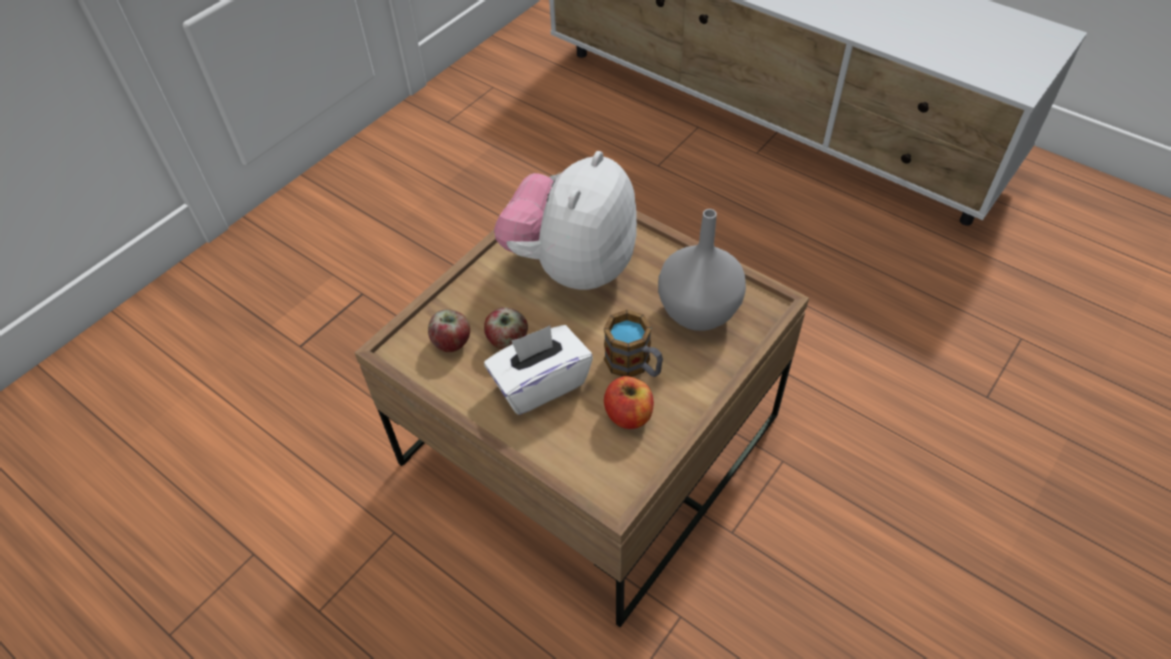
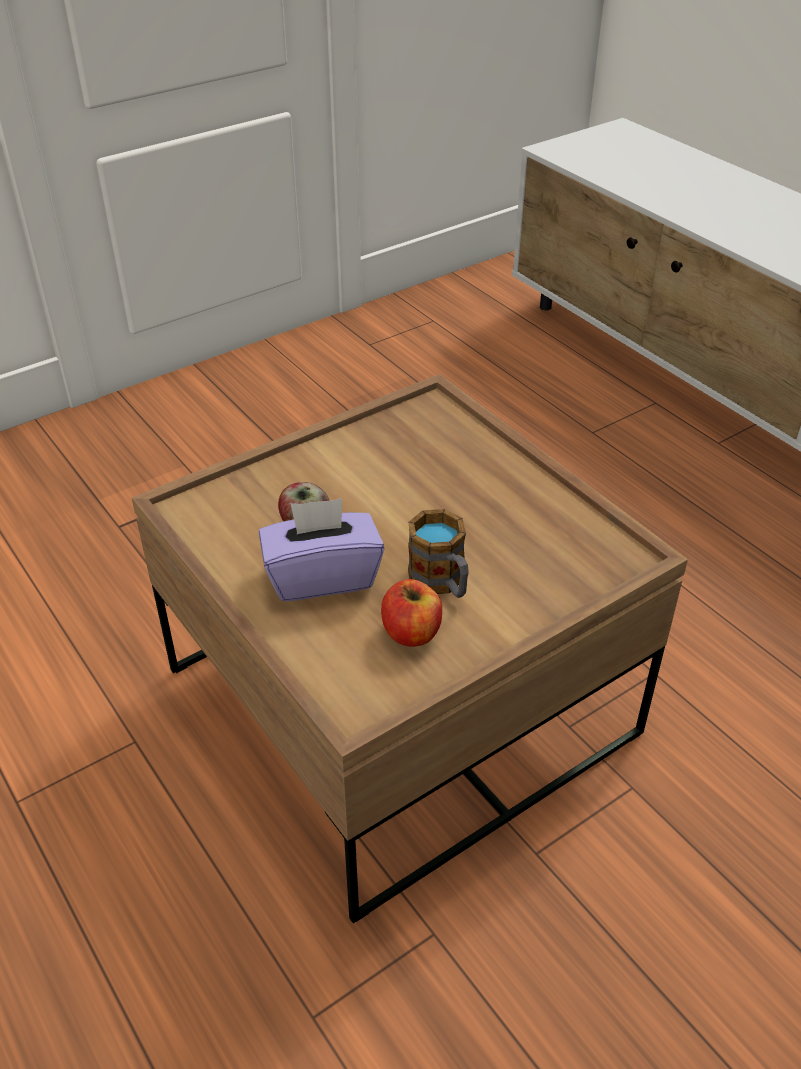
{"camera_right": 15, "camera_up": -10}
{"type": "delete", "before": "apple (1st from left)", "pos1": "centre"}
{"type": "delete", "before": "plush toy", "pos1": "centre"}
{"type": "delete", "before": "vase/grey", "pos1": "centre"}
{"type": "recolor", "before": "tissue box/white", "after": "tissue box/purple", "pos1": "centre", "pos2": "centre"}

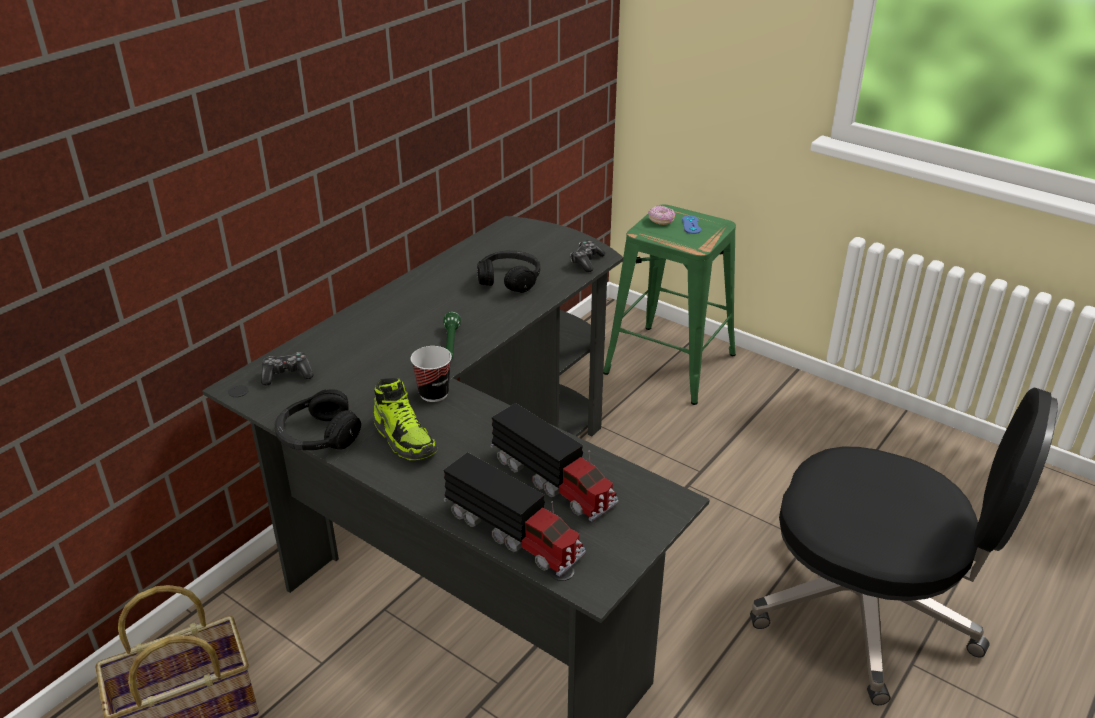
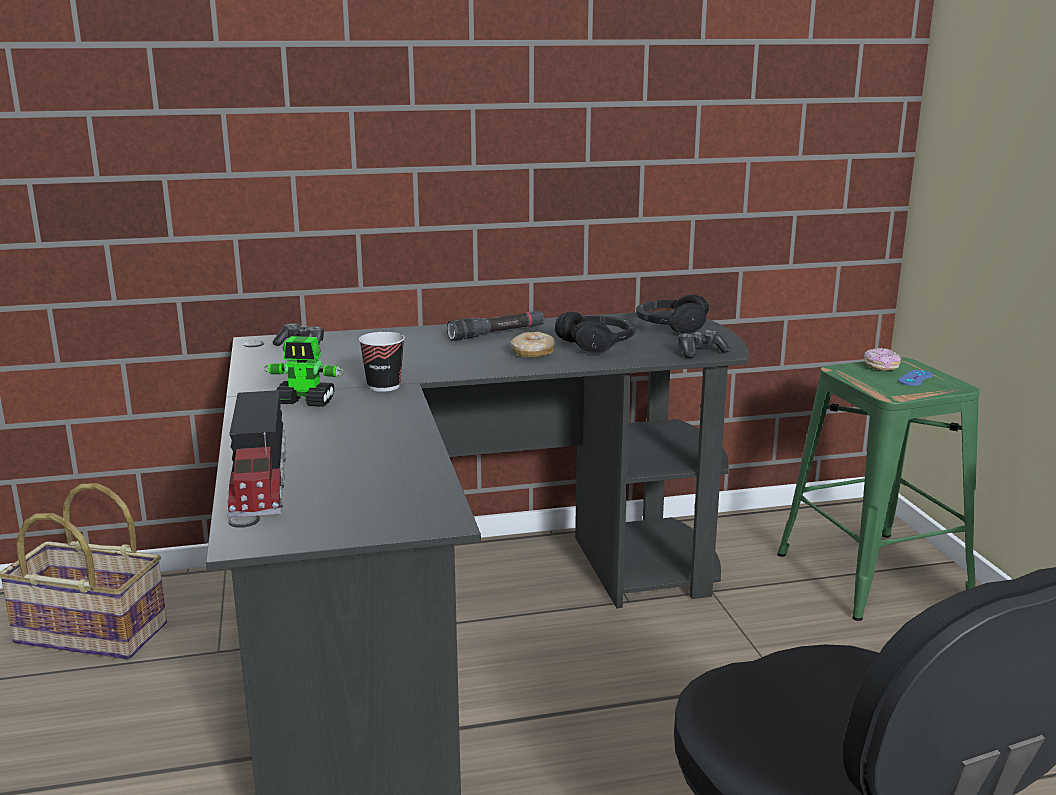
{"camera_right": 40, "camera_up": -15}
{"type": "delete", "before": "flashlight/green", "pos1": "centre"}
{"type": "delete", "before": "toy truck (2nd from left)", "pos1": "centre"}
{"type": "insert", "after": "flashlight/black", "pos2": "centre"}
{"type": "insert", "after": "donut (1st from left)", "pos2": "centre"}
{"type": "move", "before": "headphones/black (1st from left in the first image)", "after": "headphones/black (2nd from left)", "pos1": "middle left", "pos2": "centre"}
{"type": "replace", "before": "shoe", "after": "toy robot", "pos1": "centre", "pos2": "middle left"}

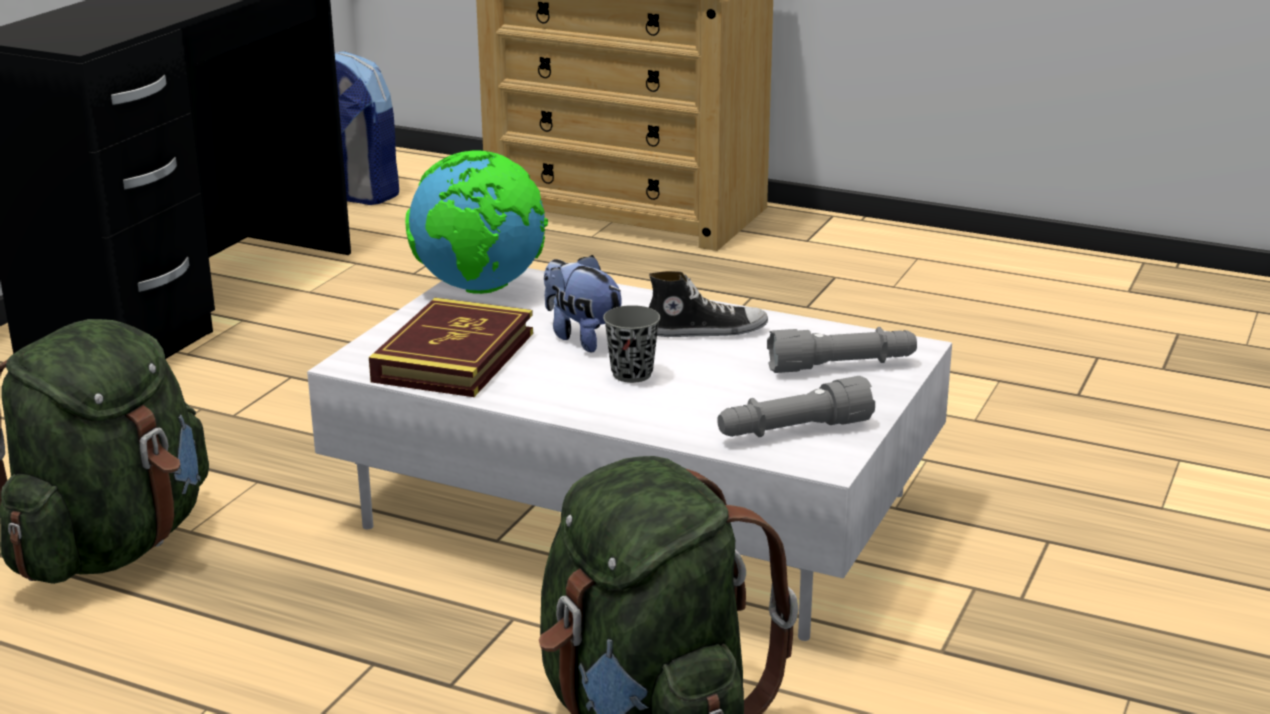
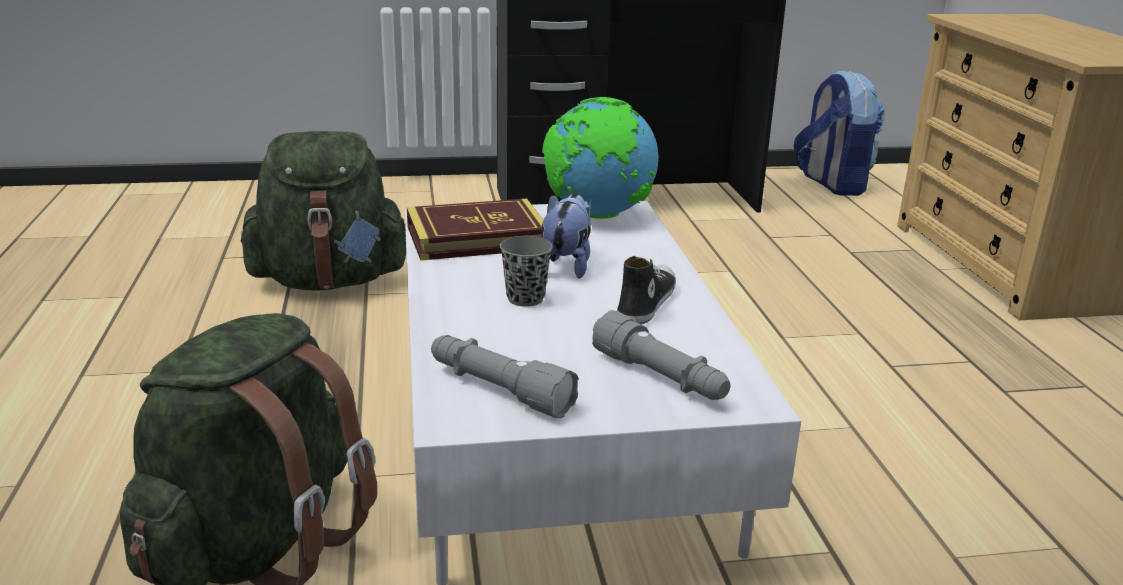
{"camera_right": 55, "camera_up": 0}
{"type": "rotate", "before": "shoe", "pos1": "centre", "pos2": "centre", "turn": -120}

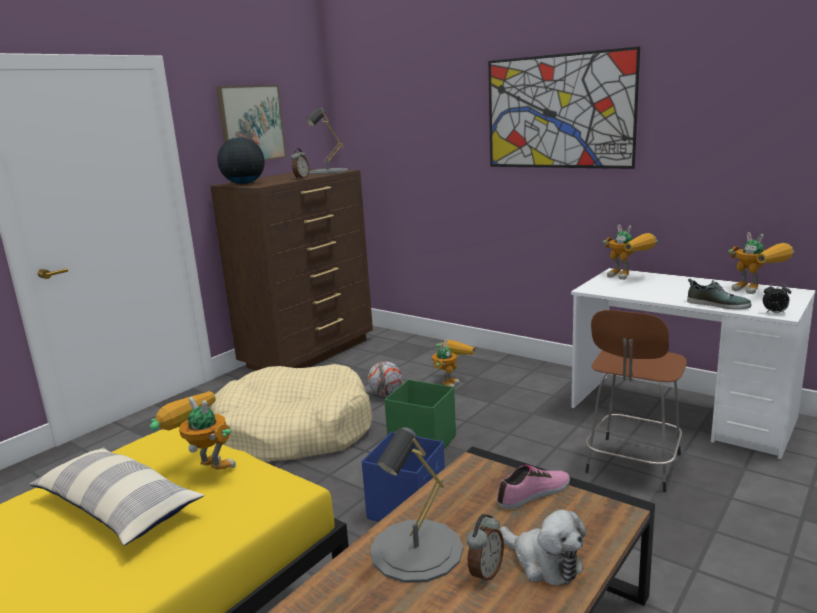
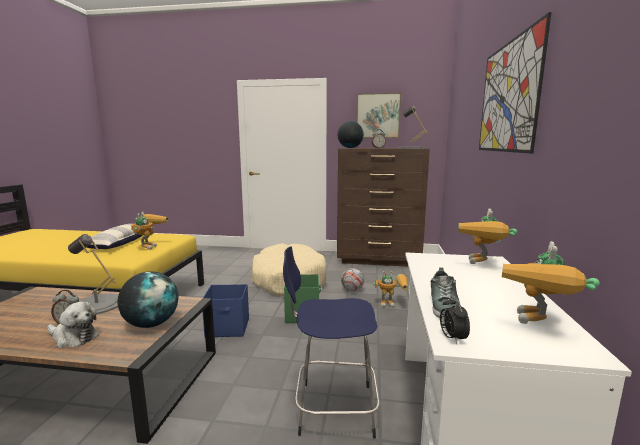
{"camera_right": 60, "camera_up": -5}
{"type": "replace", "before": "shoe (1st from left)", "after": "globe (1st from left)", "pos1": "bottom centre", "pos2": "bottom left"}
{"type": "recolor", "before": "stool/brown", "after": "stool/blue", "pos1": "middle right", "pos2": "bottom centre"}
{"type": "rotate", "before": "plush toy", "pos1": "bottom centre", "pos2": "bottom left", "turn": -90}

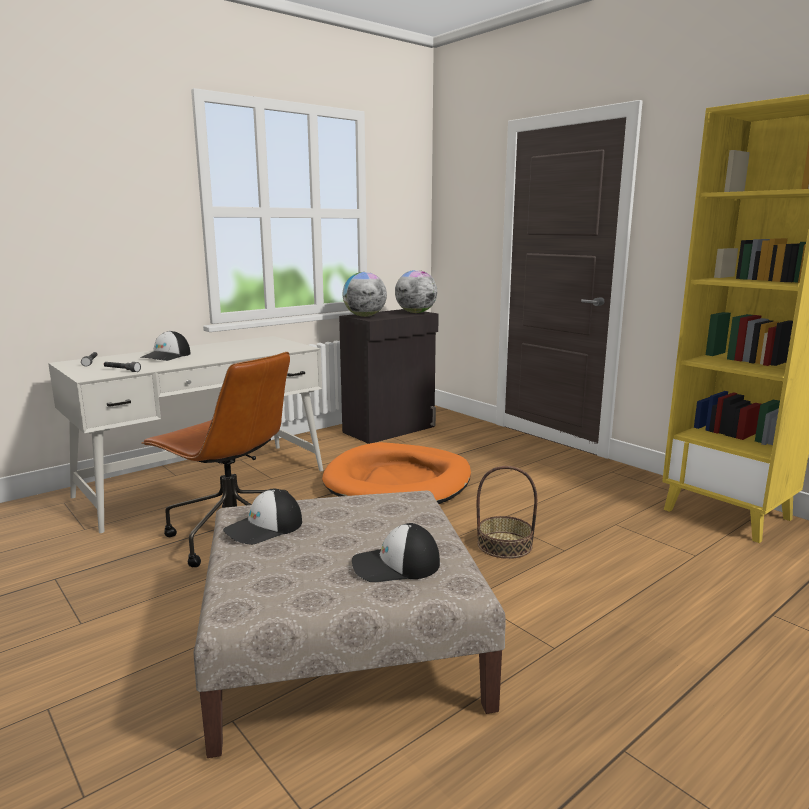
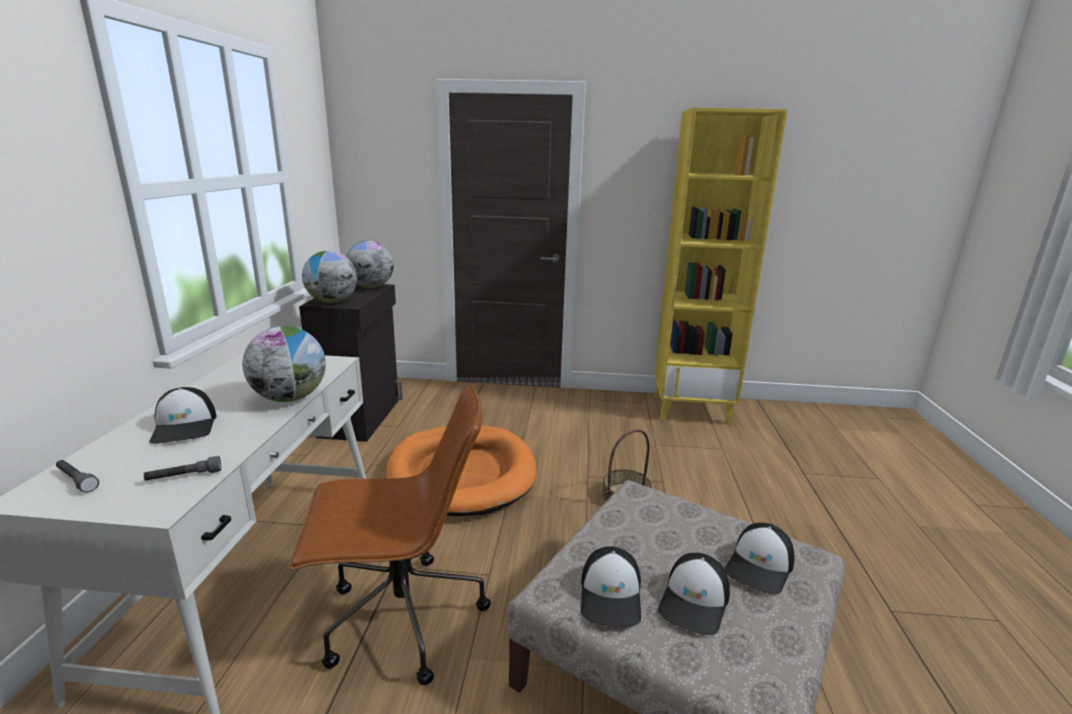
{"camera_right": -45, "camera_up": 5}
{"type": "insert", "after": "globe (1st from left)", "pos2": "middle left"}
{"type": "insert", "after": "cap (3rd from left)", "pos2": "bottom centre"}

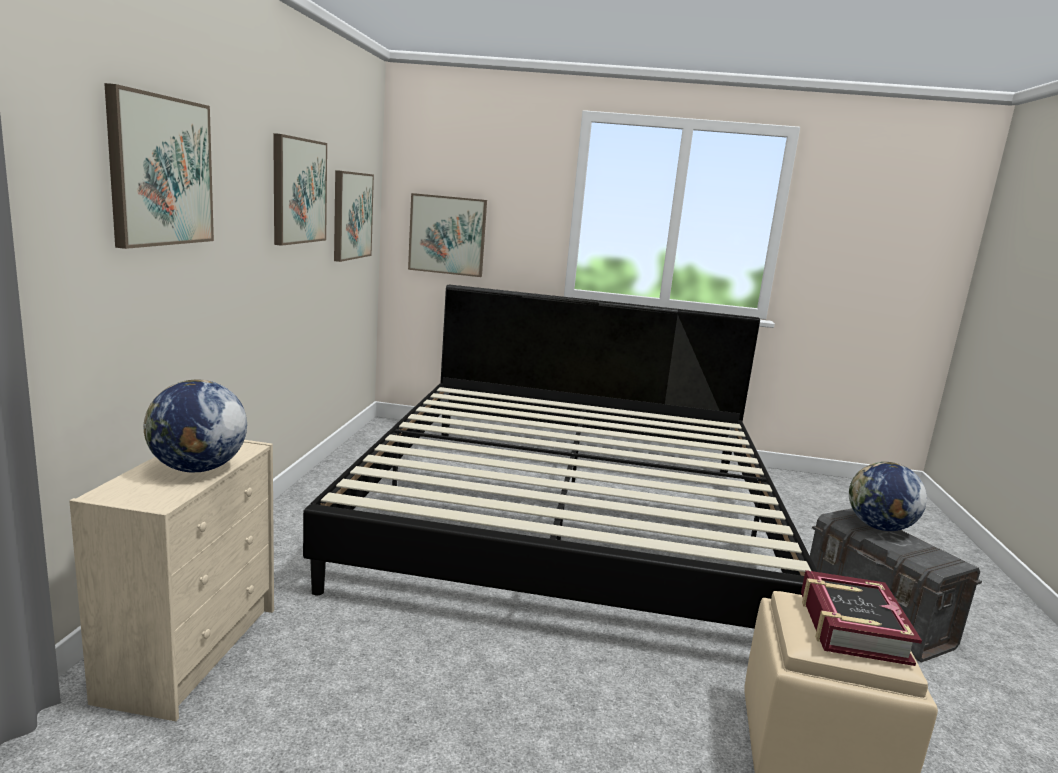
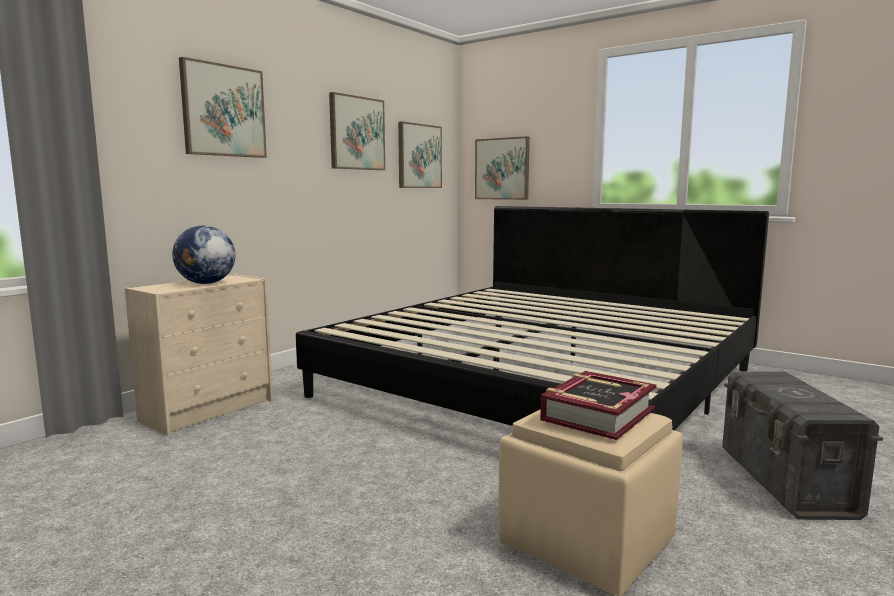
{"camera_right": 30, "camera_up": -5}
{"type": "delete", "before": "globe (2nd from left)", "pos1": "middle right"}

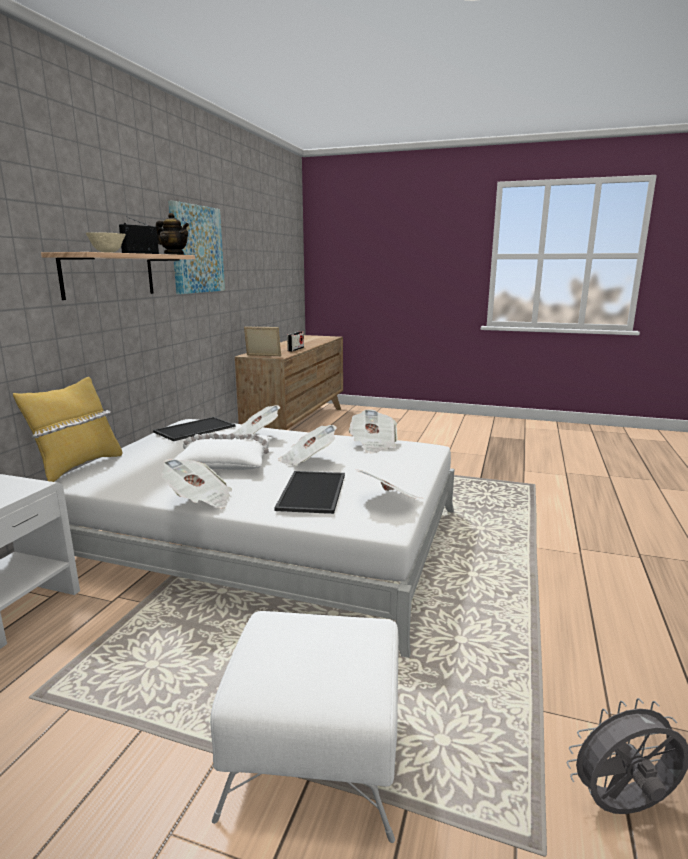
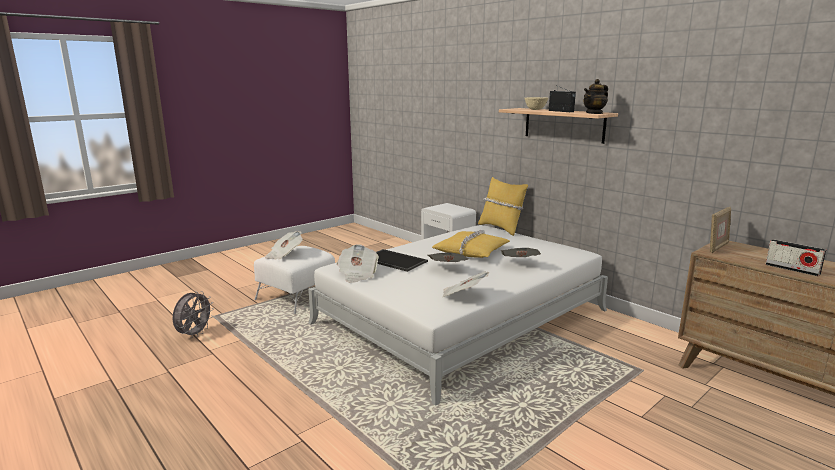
{"camera_right": 120, "camera_up": 0}
{"type": "delete", "before": "tray (1st from left)", "pos1": "middle left"}
{"type": "delete", "before": "picture", "pos1": "top left"}
{"type": "move", "before": "newspaper (1st from left)", "pos1": "middle left", "pos2": "centre"}
{"type": "recolor", "before": "pillow/white", "after": "pillow/yellow (1st from left)", "pos1": "middle left", "pos2": "centre"}

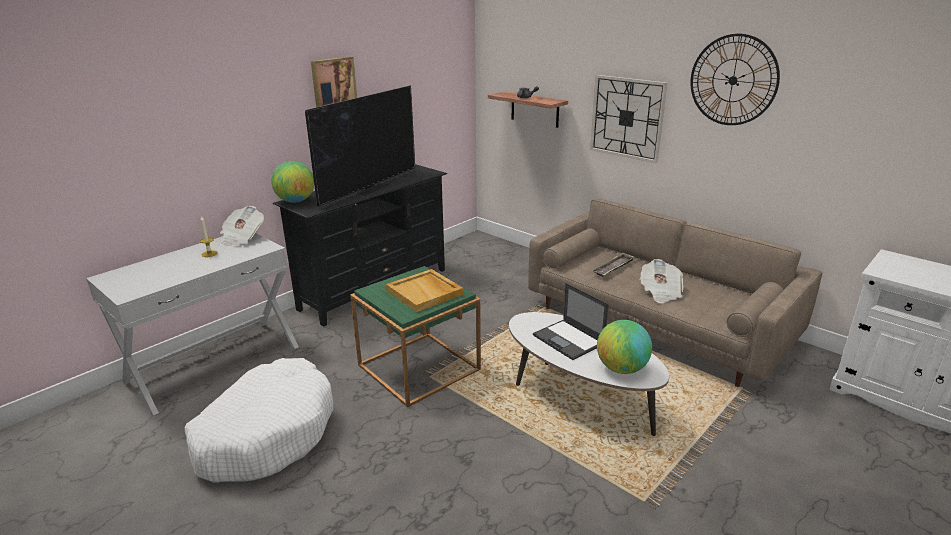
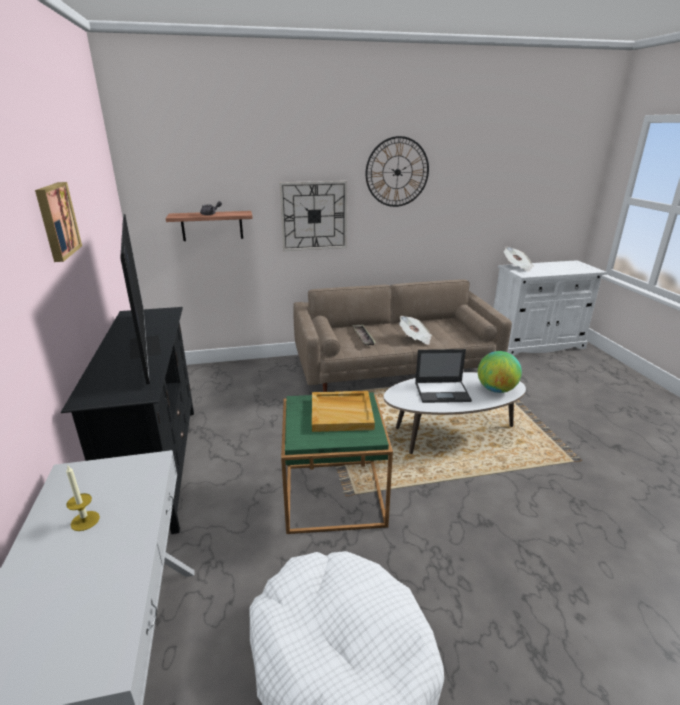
{"camera_right": -55, "camera_up": 0}
{"type": "delete", "before": "globe (1st from left)", "pos1": "middle left"}
{"type": "move", "before": "newspaper (1st from left in the first image)", "after": "newspaper (2nd from left)", "pos1": "middle left", "pos2": "middle right"}

